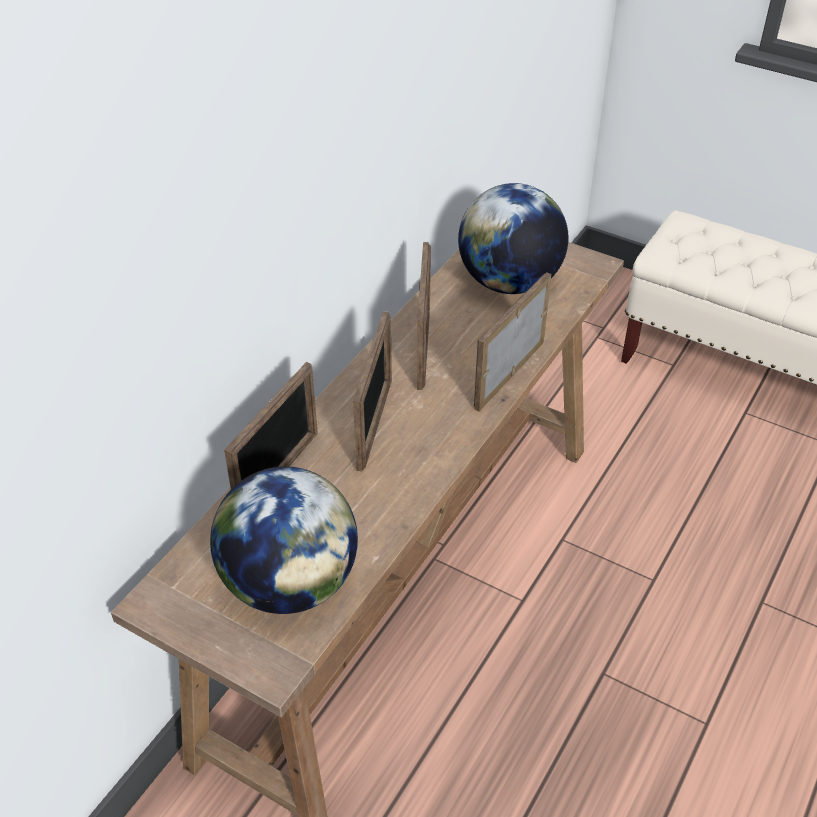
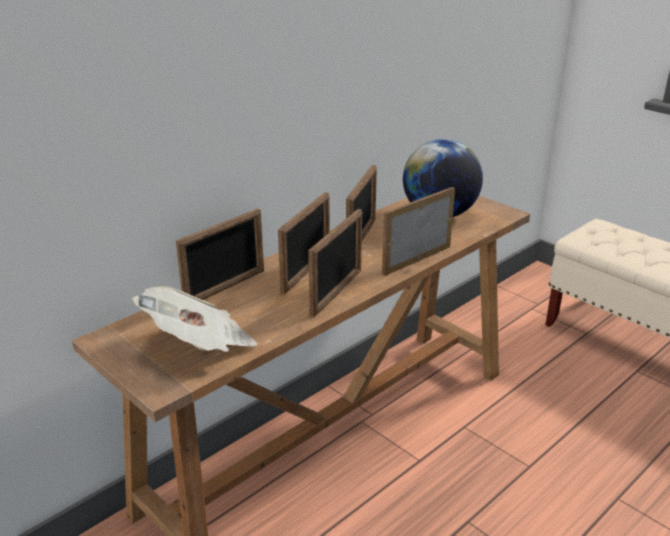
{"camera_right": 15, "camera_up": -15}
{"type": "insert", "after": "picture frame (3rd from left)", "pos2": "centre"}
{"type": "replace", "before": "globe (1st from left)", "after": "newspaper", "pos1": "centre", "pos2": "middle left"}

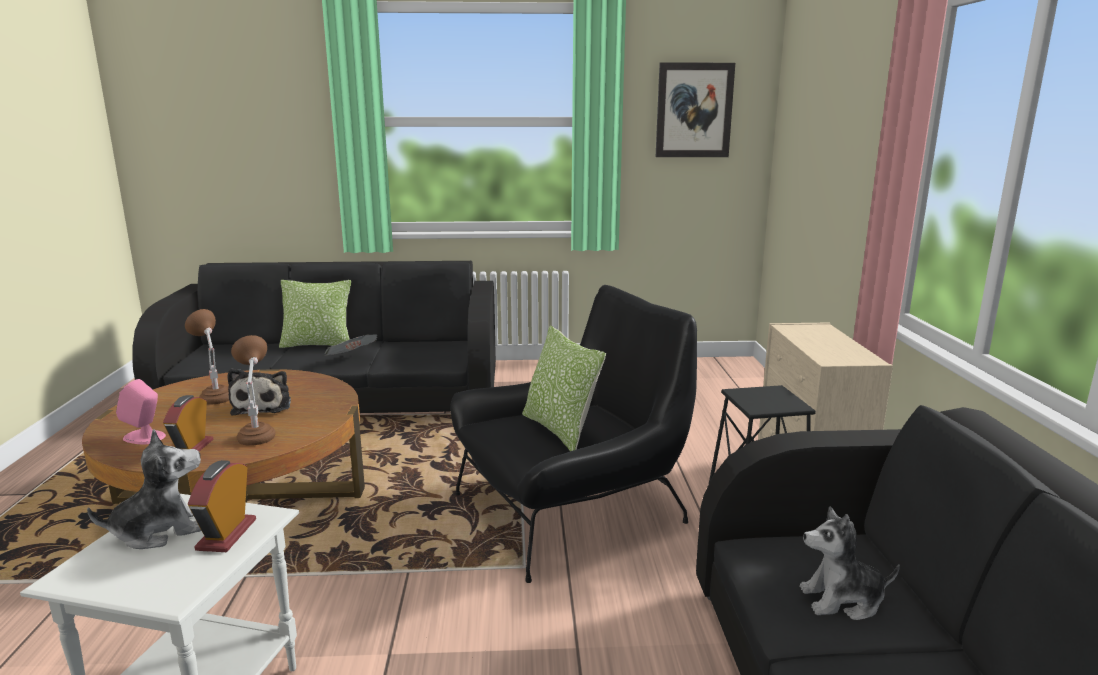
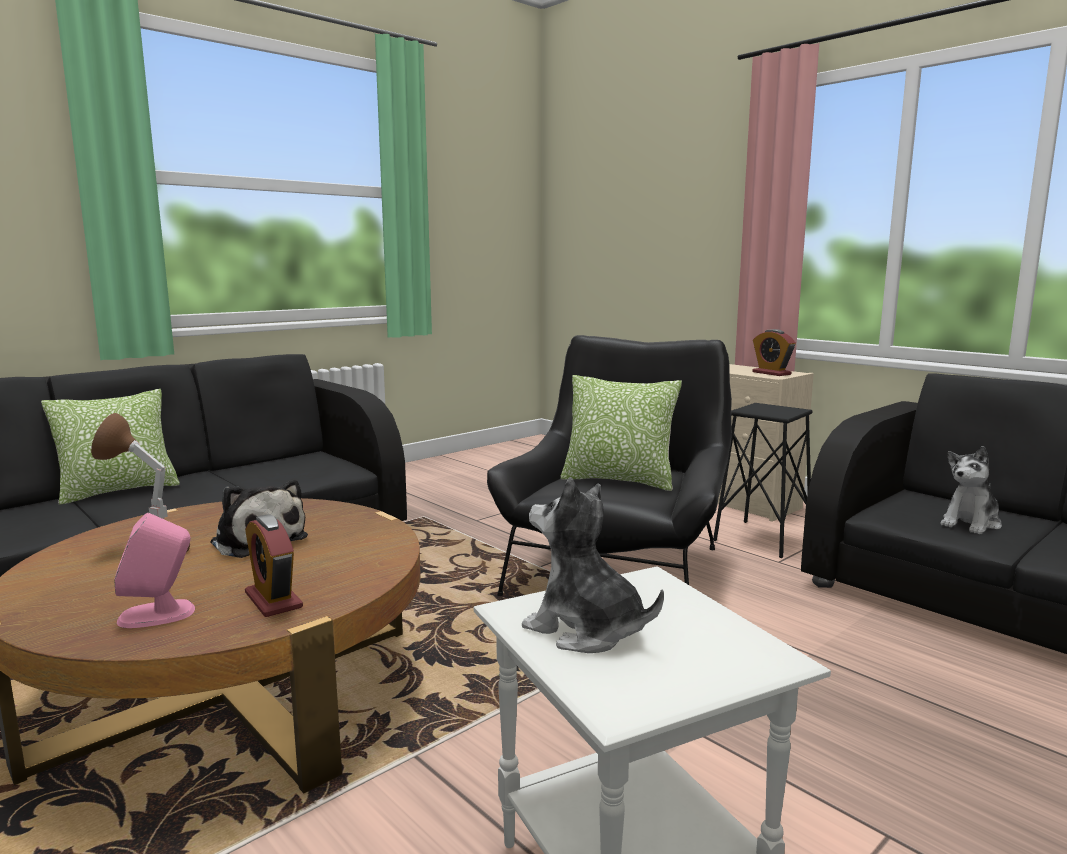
{"camera_right": -40, "camera_up": -5}
{"type": "delete", "before": "table lamp/brown (2nd from left)", "pos1": "middle left"}
{"type": "delete", "before": "newspaper", "pos1": "middle left"}
{"type": "delete", "before": "picture", "pos1": "top centre"}
{"type": "move", "before": "alarm clock (2nd from left)", "pos1": "bottom left", "pos2": "middle right"}
{"type": "rotate", "before": "plush toy (1st from left in the first image)", "pos1": "bottom left", "pos2": "centre", "turn": -75}

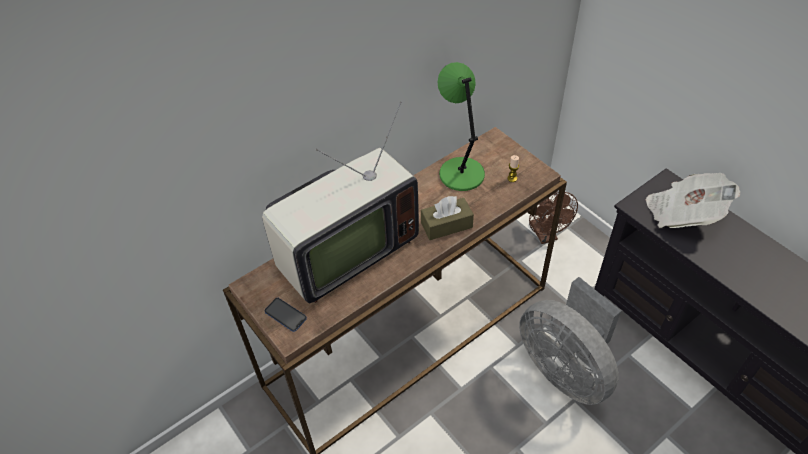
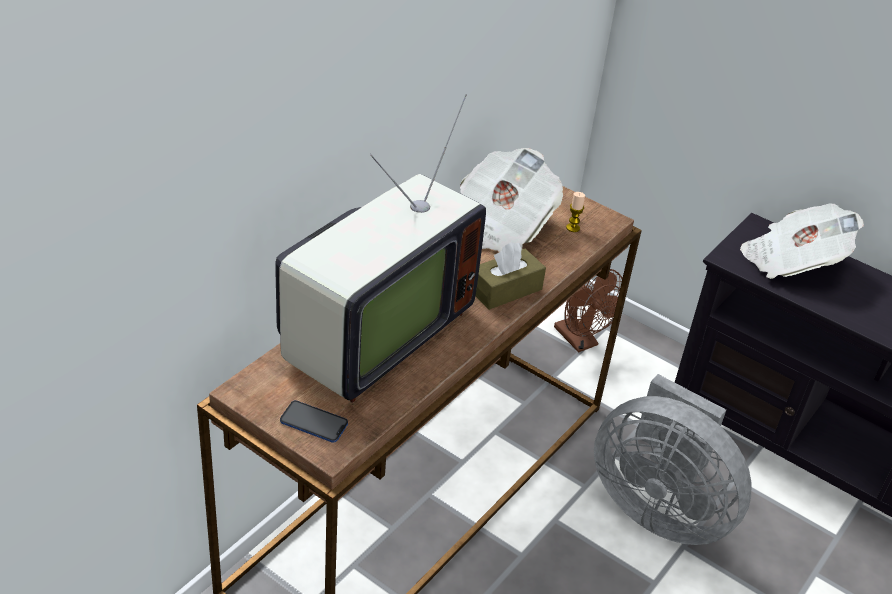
{"camera_right": -20, "camera_up": -10}
{"type": "replace", "before": "table lamp/green", "after": "newspaper (1st from left)", "pos1": "top centre", "pos2": "centre"}

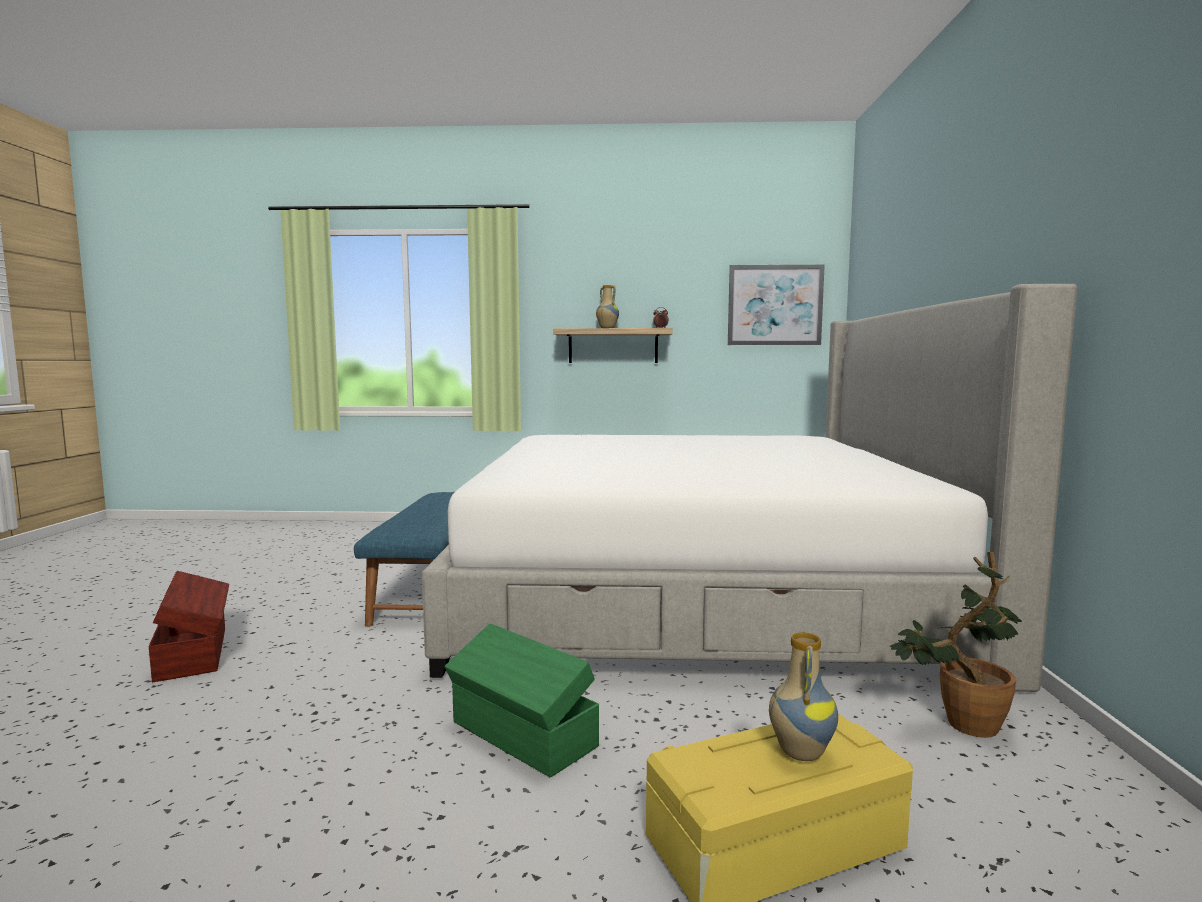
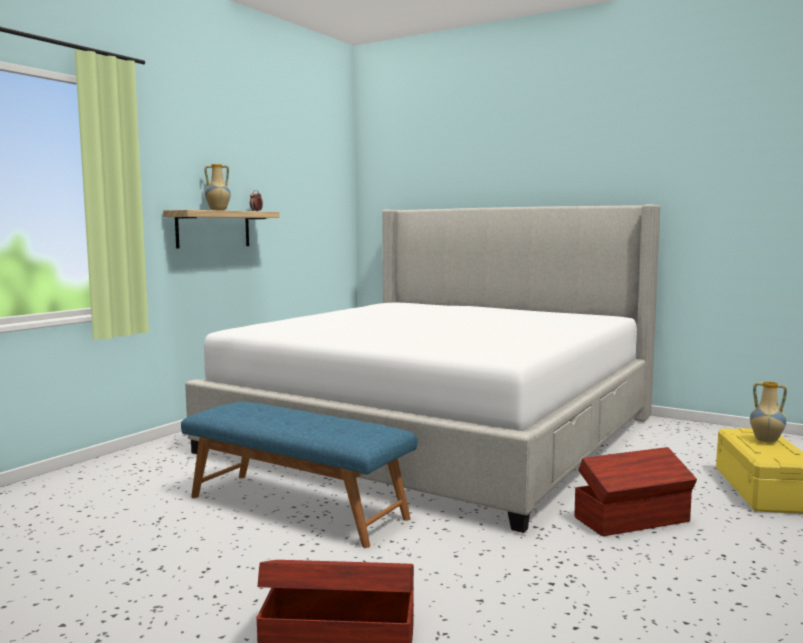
{"camera_right": -60, "camera_up": 0}
{"type": "delete", "before": "picture", "pos1": "centre"}
{"type": "delete", "before": "potted plant", "pos1": "bottom right"}
{"type": "recolor", "before": "storage box/green", "after": "storage box/brown (2nd from left)", "pos1": "bottom centre", "pos2": "bottom right"}

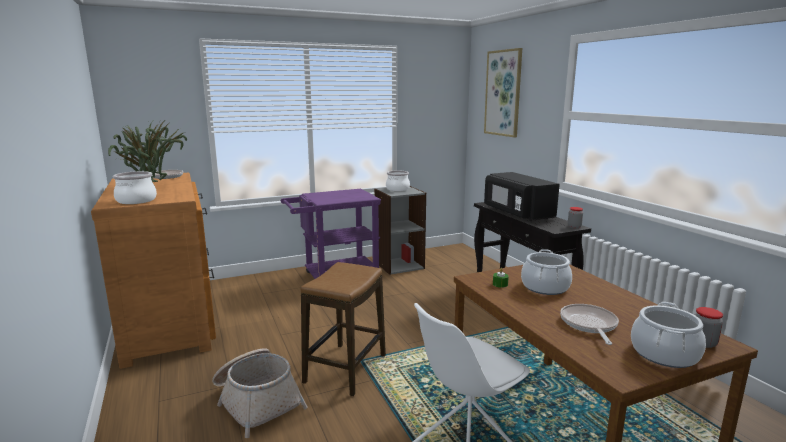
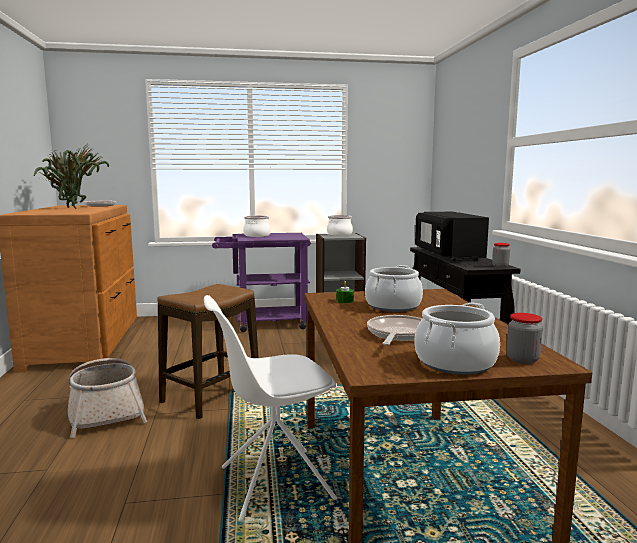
{"camera_right": 15, "camera_up": -5}
{"type": "delete", "before": "picture", "pos1": "top centre"}
{"type": "move", "before": "cooking pot (1st from left)", "pos1": "middle left", "pos2": "centre"}

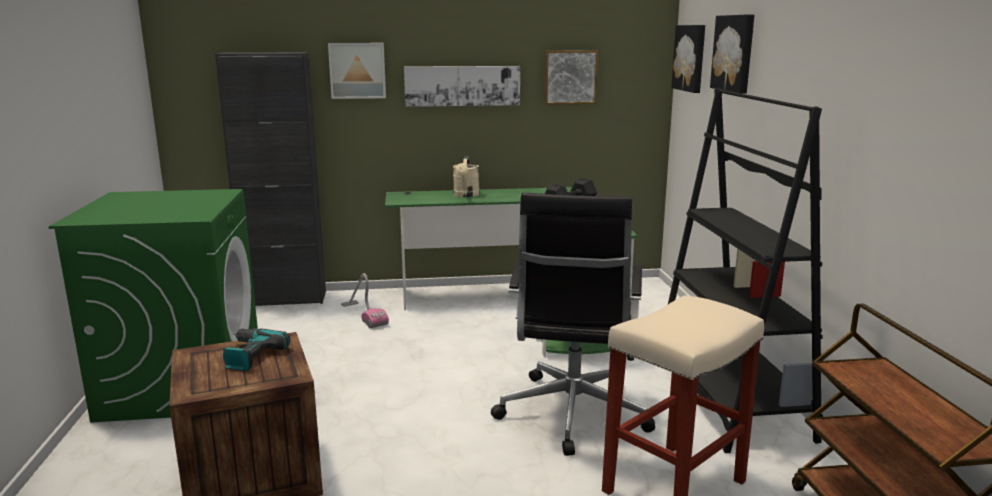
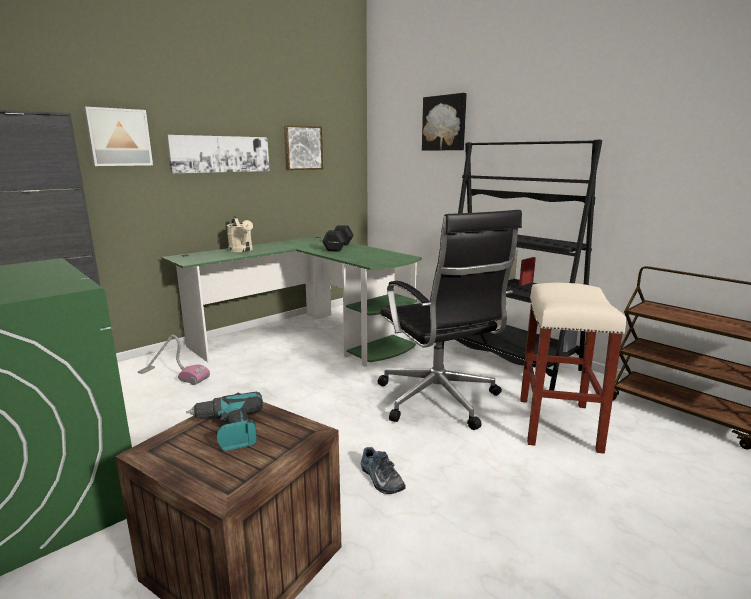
{"camera_right": -35, "camera_up": 0}
{"type": "delete", "before": "picture (4th from left)", "pos1": "top right"}
{"type": "insert", "after": "shoe", "pos2": "bottom centre"}

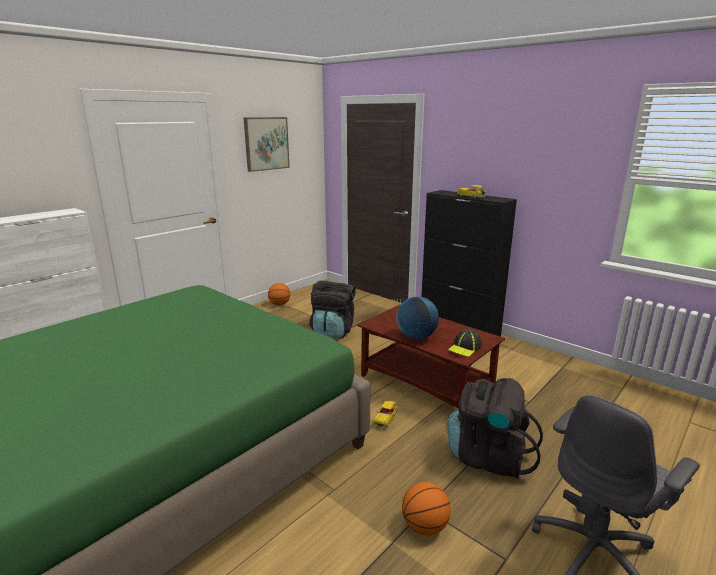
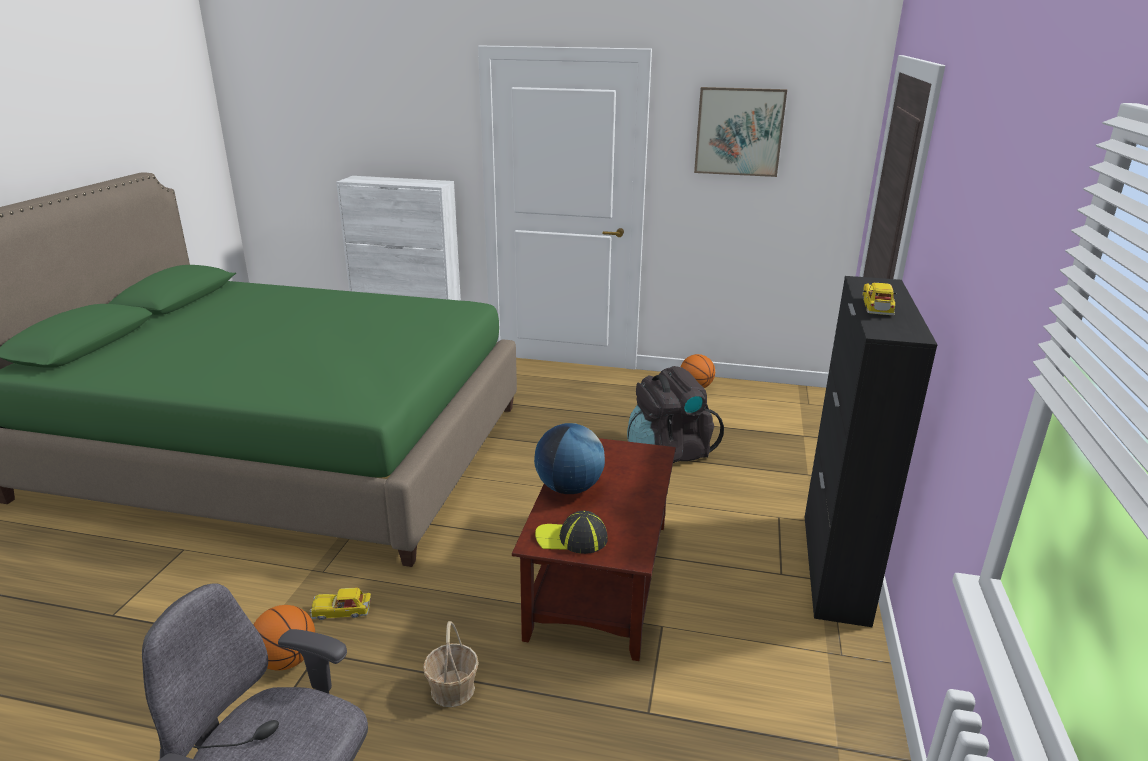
{"camera_right": 60, "camera_up": 5}
{"type": "move", "before": "toy car (1st from left)", "pos1": "bottom centre", "pos2": "bottom left"}
{"type": "replace", "before": "backpack/black (2nd from left)", "after": "basket", "pos1": "bottom right", "pos2": "bottom centre"}

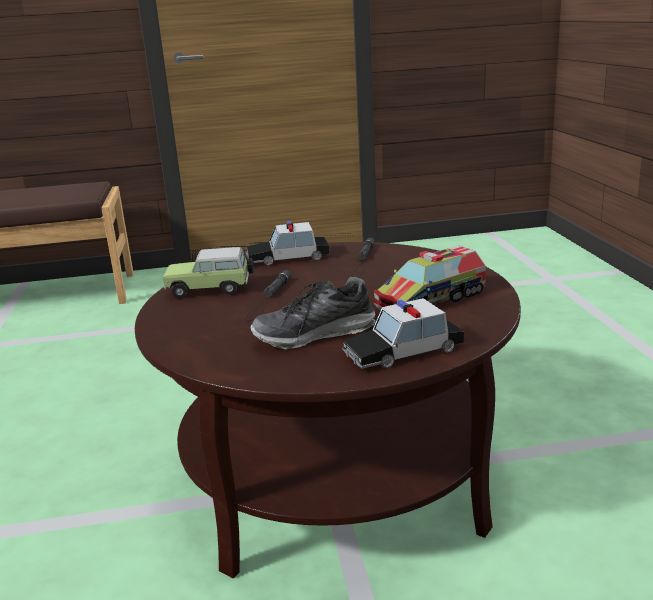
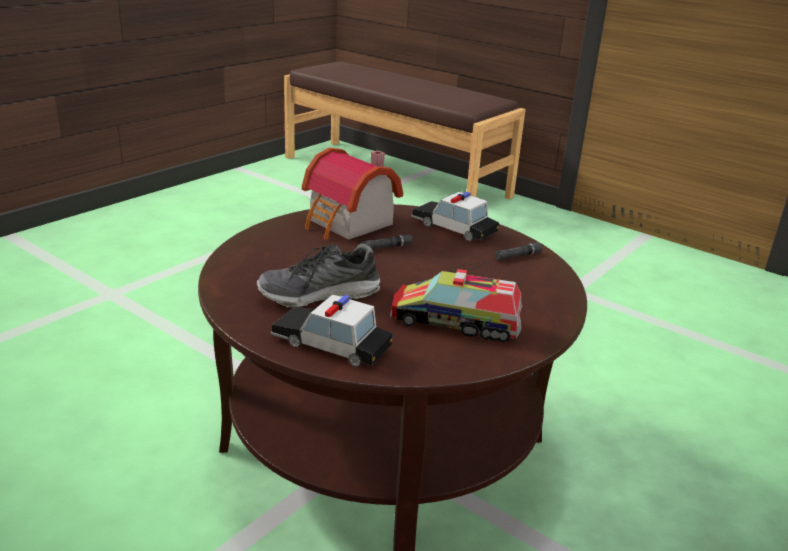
{"camera_right": 45, "camera_up": 5}
{"type": "replace", "before": "toy car (1st from left)", "after": "toy house", "pos1": "middle left", "pos2": "centre"}
{"type": "rotate", "before": "shoe", "pos1": "centre", "pos2": "centre", "turn": -45}

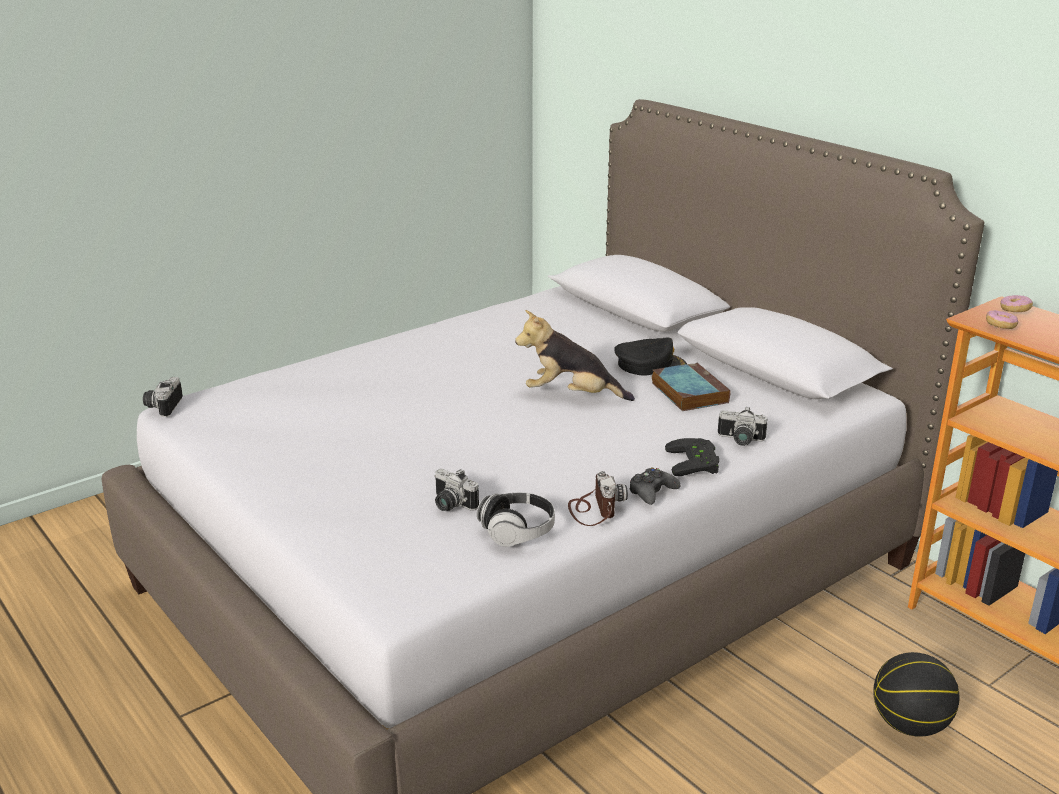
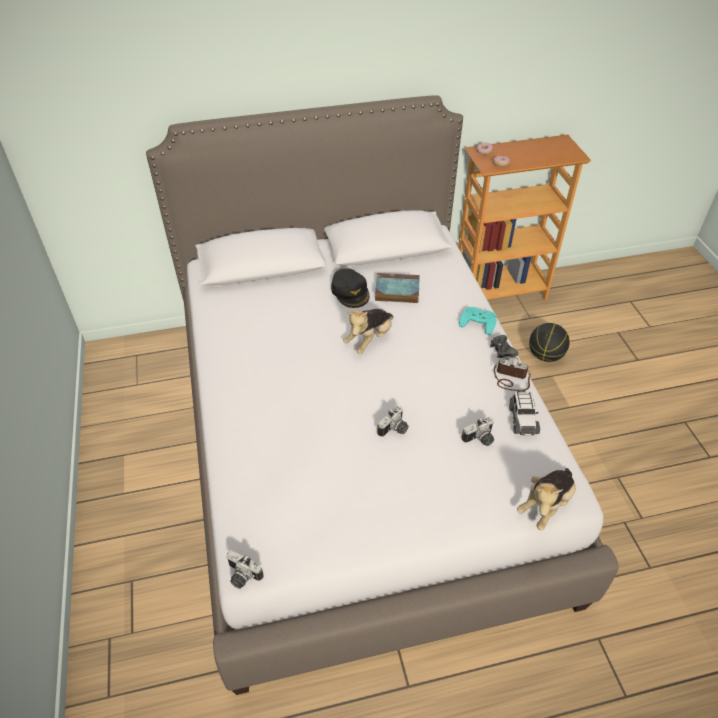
{"camera_right": -65, "camera_up": 20}
{"type": "insert", "after": "plush toy (2nd from left)", "pos2": "bottom right"}
{"type": "move", "before": "photo camera (4th from left in the first image)", "after": "photo camera (2nd from left)", "pos1": "middle right", "pos2": "centre"}
{"type": "replace", "before": "headphones", "after": "toy car", "pos1": "centre", "pos2": "middle right"}
{"type": "recolor", "before": "game controller/black (2nd from left)", "after": "game controller/turquoise", "pos1": "centre", "pos2": "centre"}
{"type": "rotate", "before": "cap/black", "pos1": "centre", "pos2": "centre", "turn": 135}

